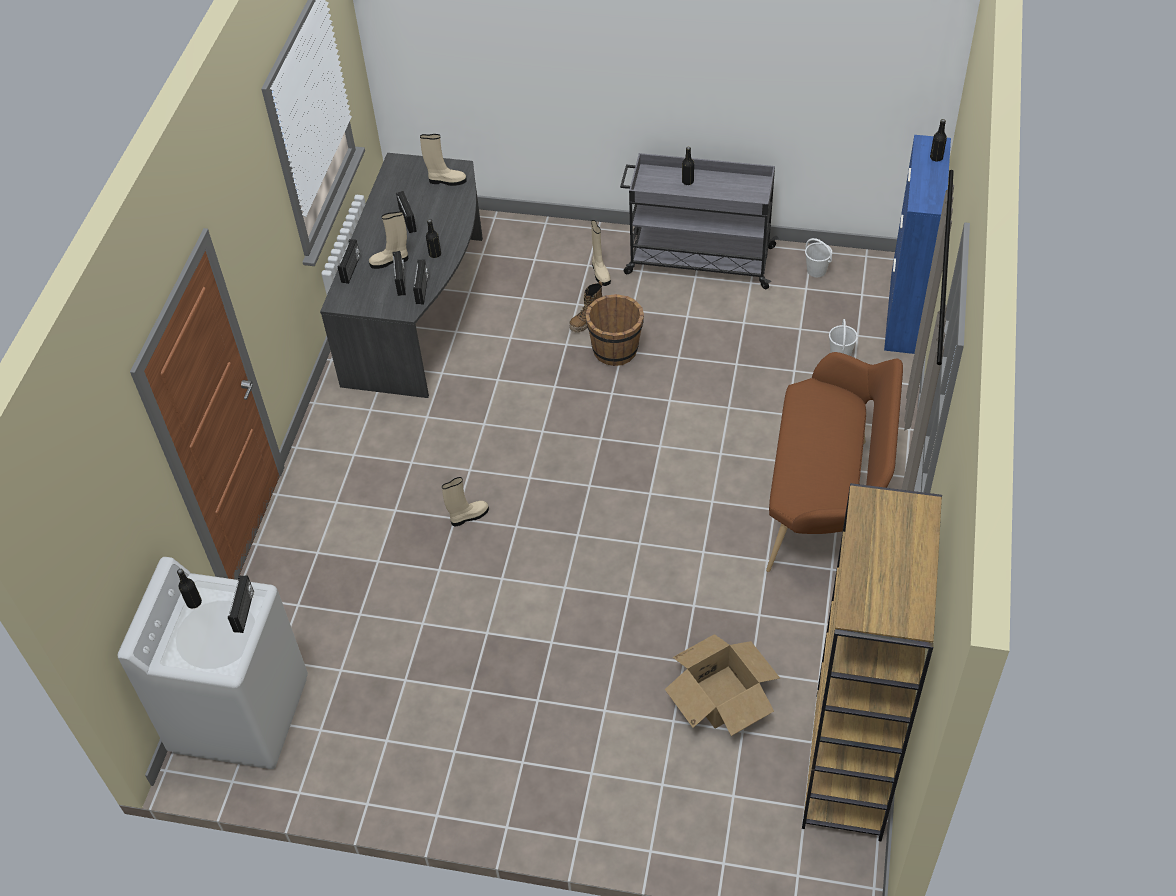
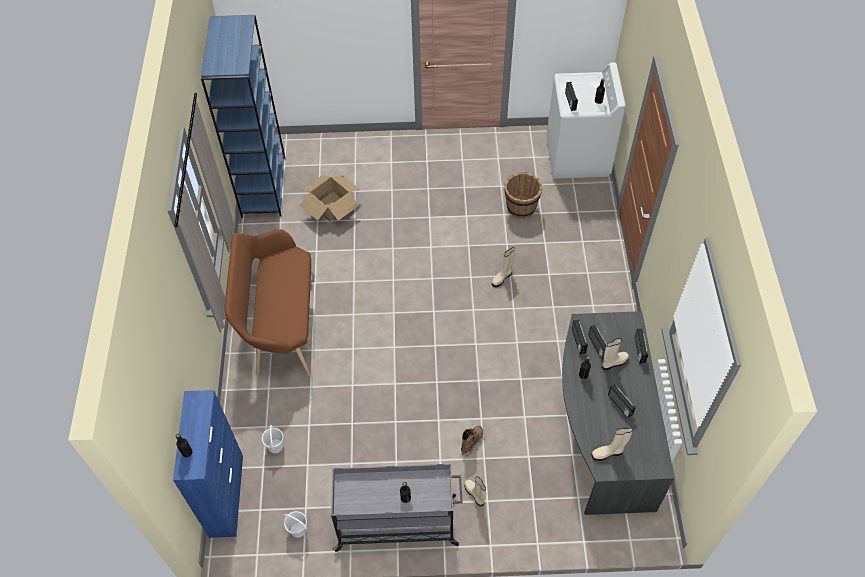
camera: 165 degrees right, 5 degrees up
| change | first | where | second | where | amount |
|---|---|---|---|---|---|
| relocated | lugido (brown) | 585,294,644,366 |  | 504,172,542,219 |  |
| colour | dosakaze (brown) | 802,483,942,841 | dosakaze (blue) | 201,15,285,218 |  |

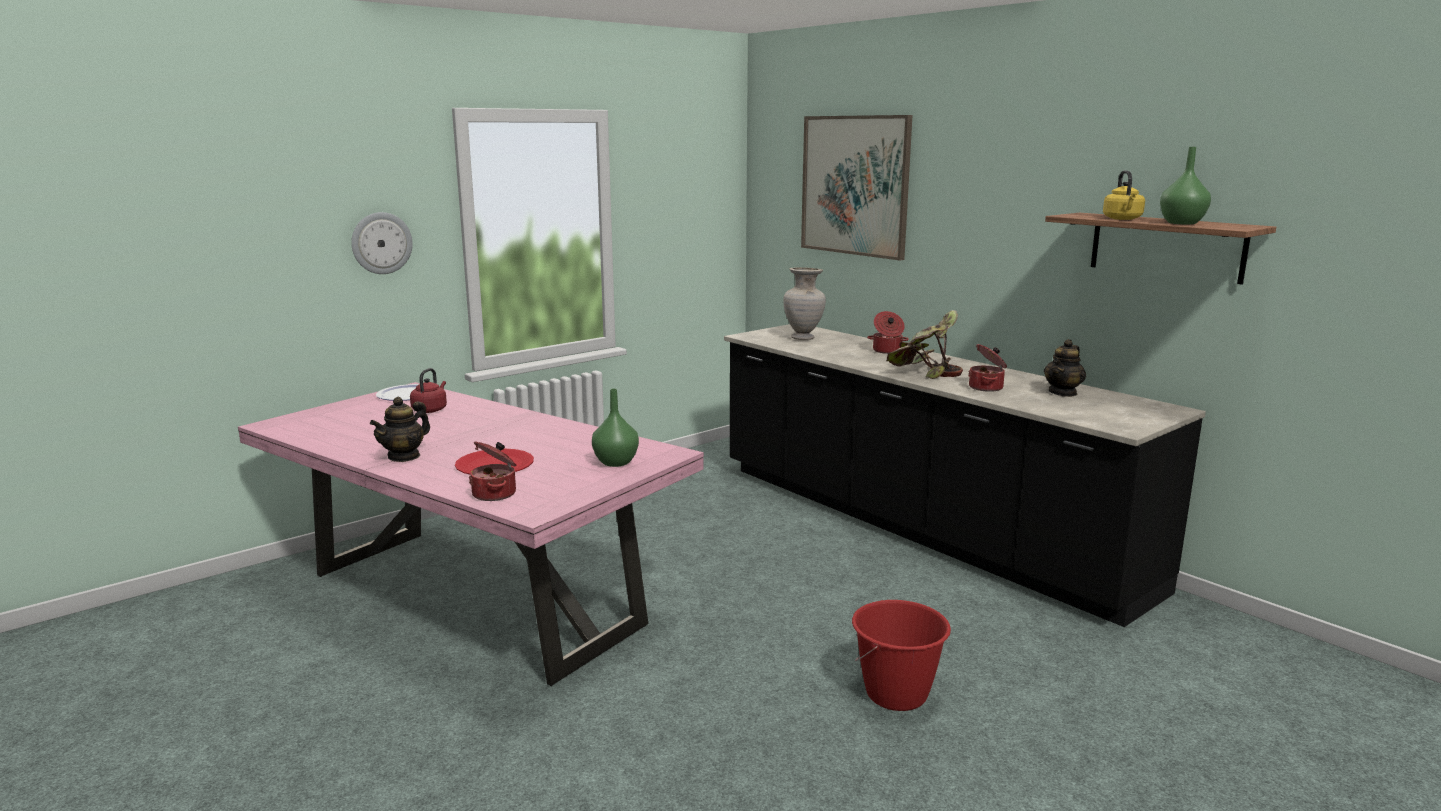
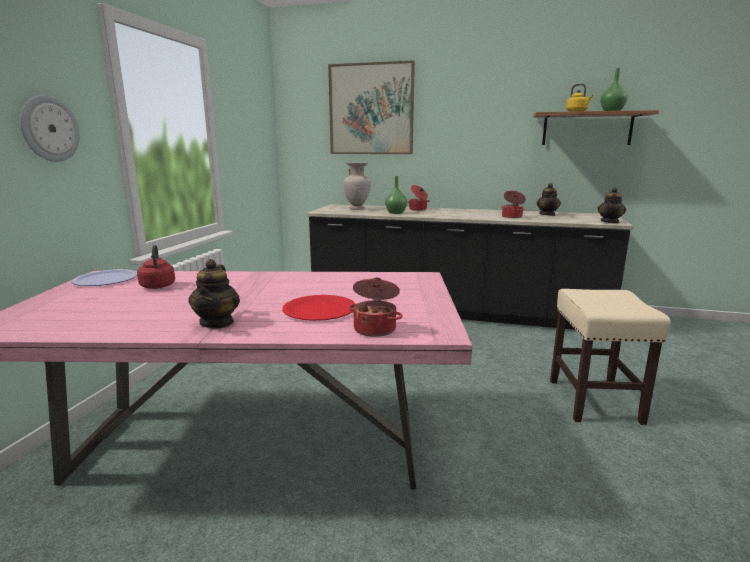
camera: 35 degrees left, 0 degrees up
| change | first | where | second | where | amount |
|---|---|---|---|---|---|
| relocated | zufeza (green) | 592,389,639,467 |  | 385,176,407,214 |  |
| exchanged | lugido (red) | 852,600,951,711 | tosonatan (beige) | 550,289,671,425 |  |
| missing | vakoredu | 886,310,963,379 |  |  |  |
| appeared |  |  | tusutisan | 597,187,626,224 |  |

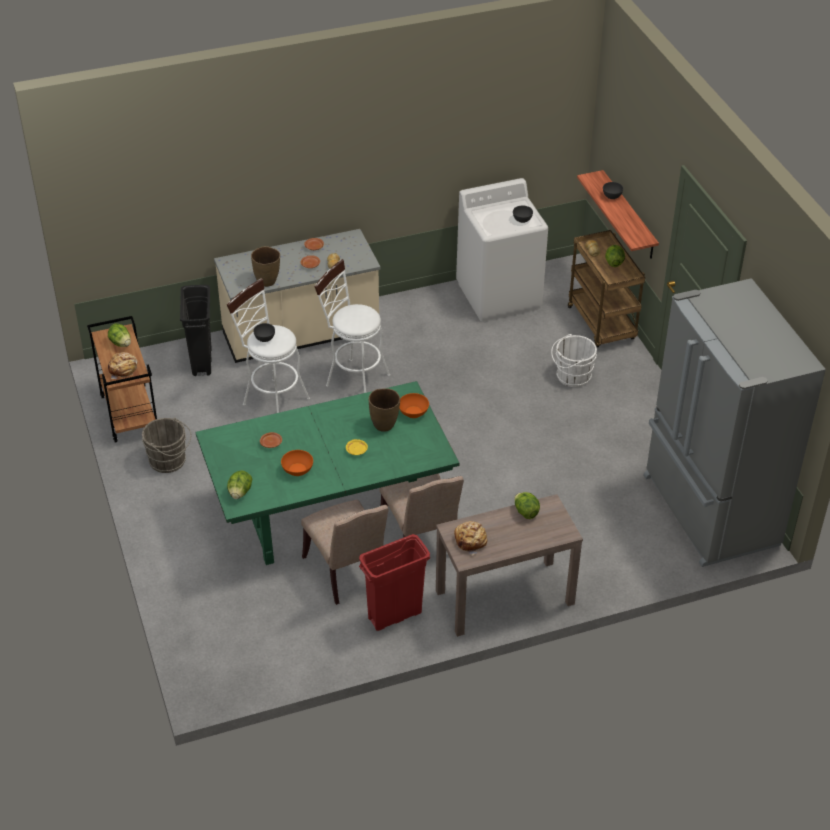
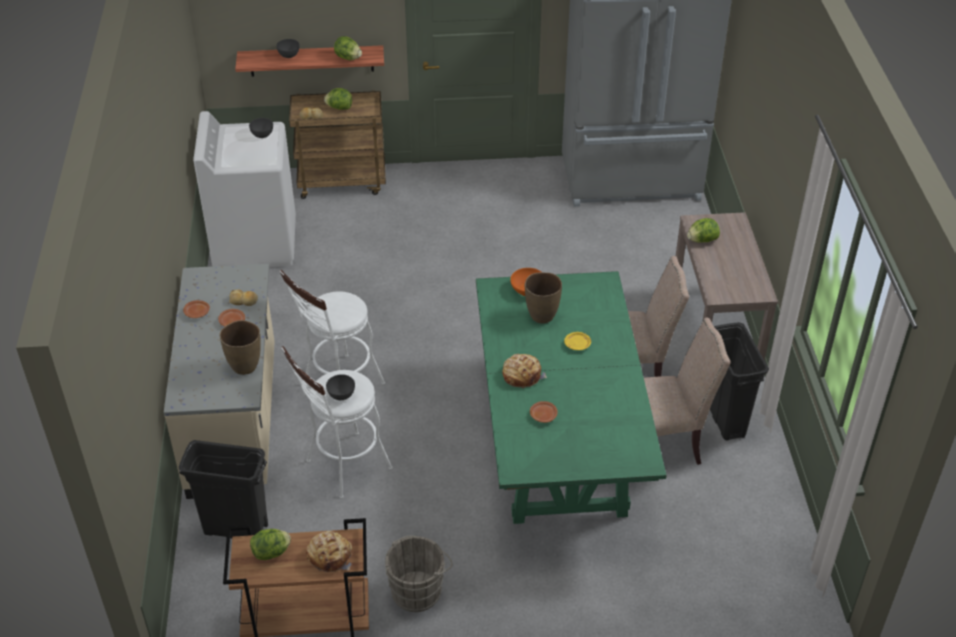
camera: 75 degrees left, 0 degrees up
| change | first | where | second | where | amount |
|---|---|---|---|---|---|
| relocated | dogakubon | 227,471,253,499 |  | 334,36,362,60 |  |
| missing | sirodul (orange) | 281,450,313,476 |  |  |  |
| colour | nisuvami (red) | 359,534,430,631 | nisuvami (black) | 710,322,769,441 |  |
| relocated | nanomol | 454,521,487,556 |  | 502,354,547,388 |  |
| missing | lugido (white) | 551,334,597,387 |  |  |  |

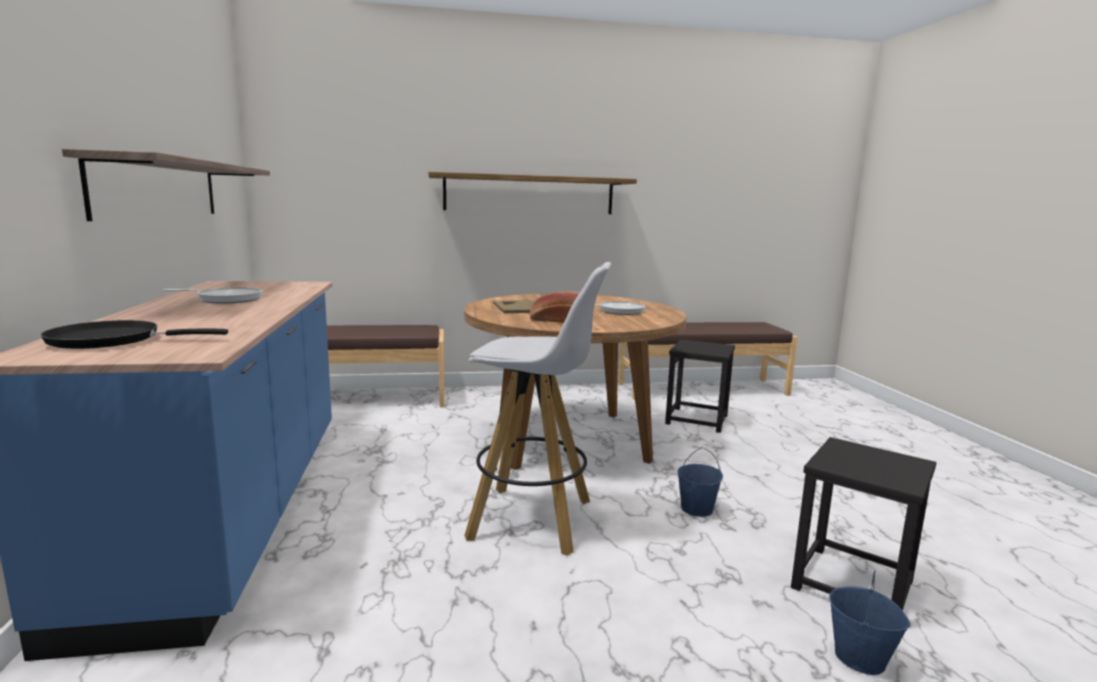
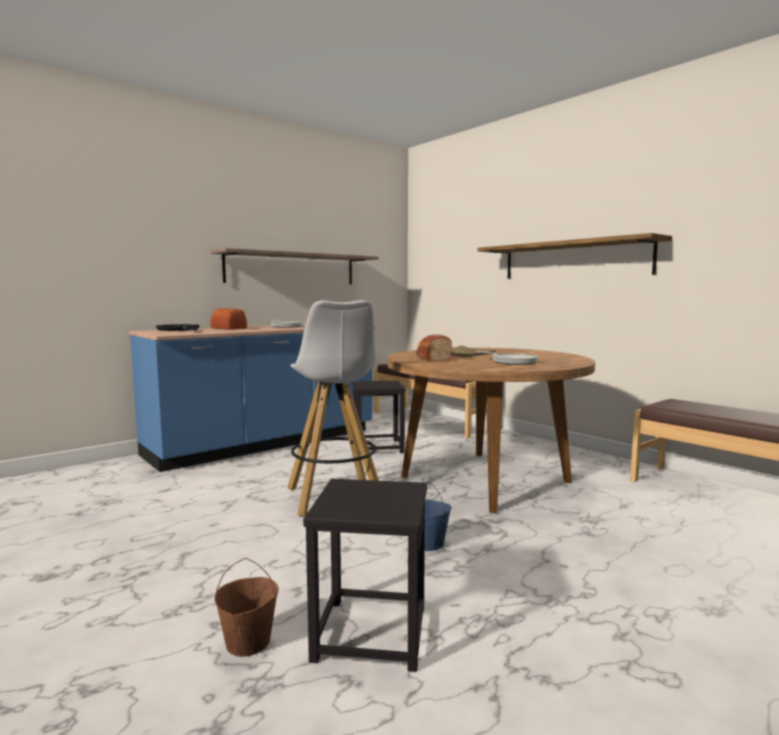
camera: 60 degrees right, 5 degrees down
| change | first | where | second | where | amount |
|---|---|---|---|---|---|
| relocated | tosonatan (black) | 665,339,735,433 |  | 352,381,406,453 |  |
| colour | lugido (blue) | 829,570,911,675 | lugido (brown) | 214,558,279,657 |  |
| appeared |  |  | nanomol | 211,308,247,330 |  |

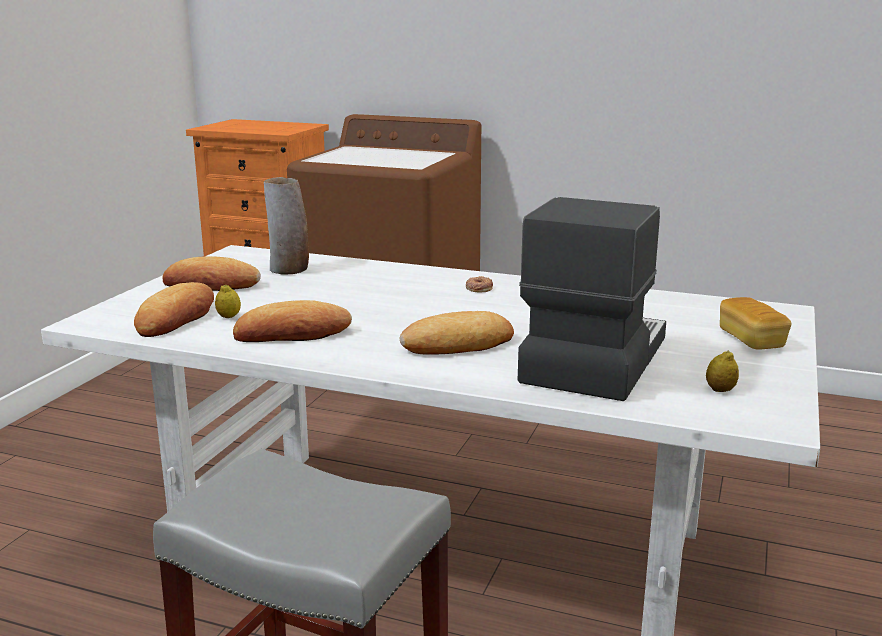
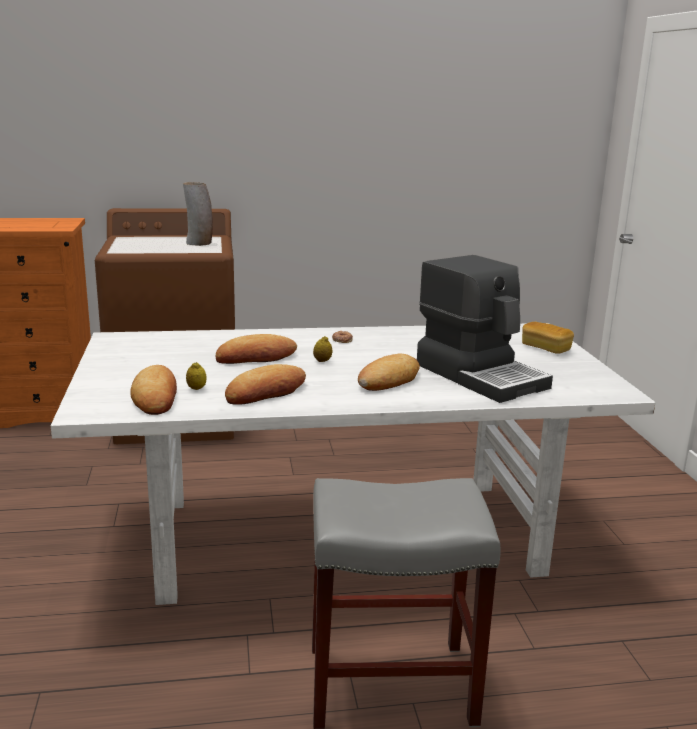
camera: 30 degrees left, 0 degrees up
| change | first | where | second | where | amount |
|---|---|---|---|---|---|
| relocated | nanomol | 162,256,261,291 |  | 216,334,297,364 |  |
| relocated | zufeza | 264,177,309,275 |  | 183,182,213,246 |  |
| spun | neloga | 518,197,666,401 |  | 417,255,553,403 | 150 degrees clockwise |
| relocated | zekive | 706,350,739,392 |  | 313,336,332,362 |  |

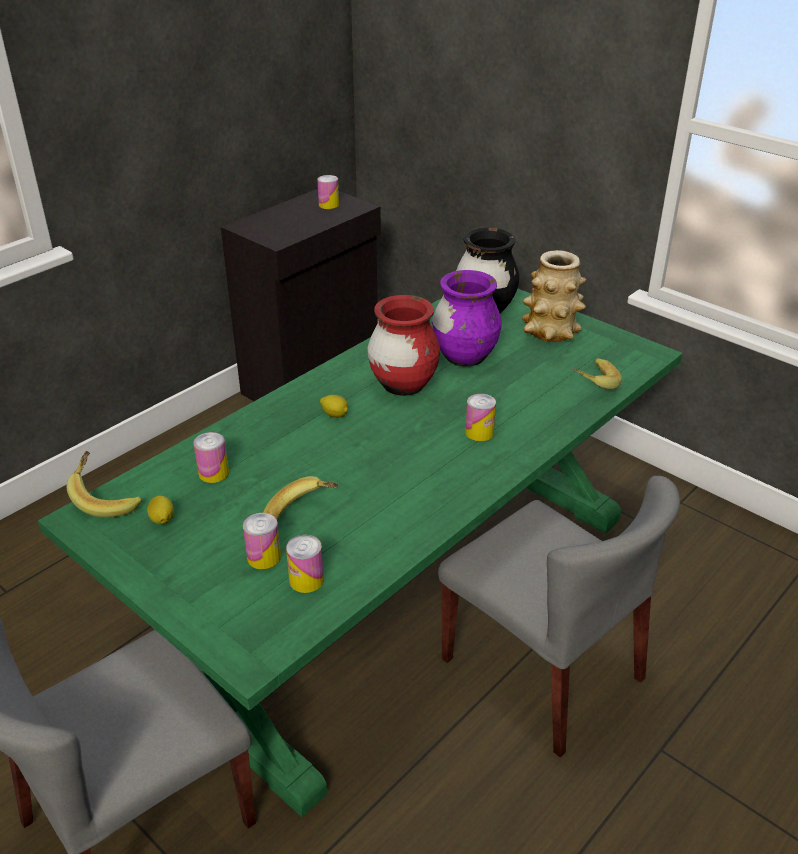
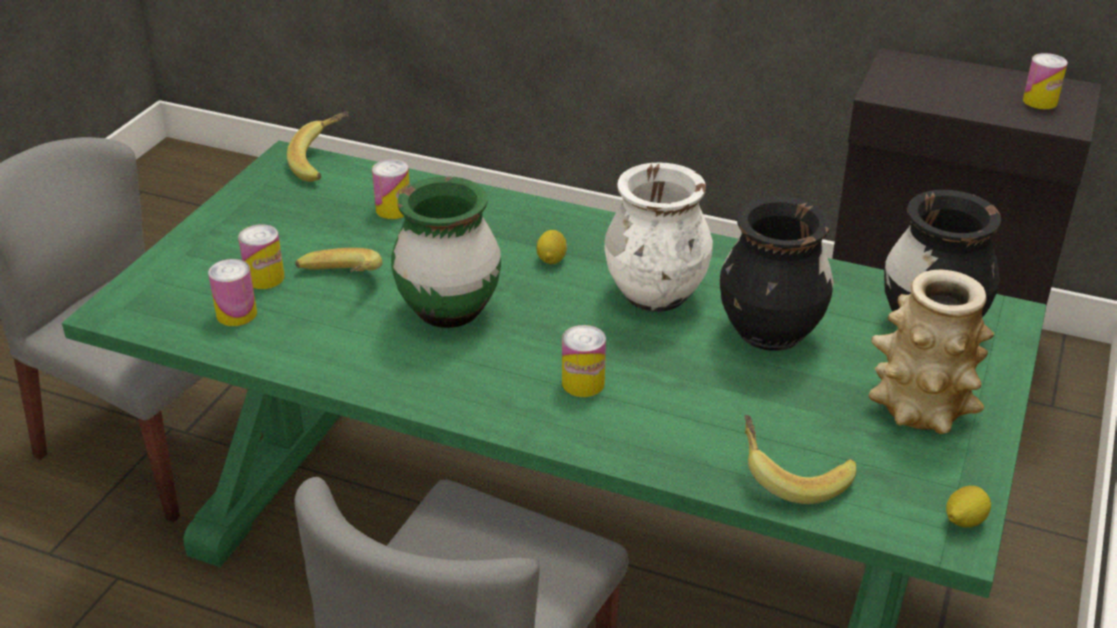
camera: 70 degrees right, 0 degrees up
| change | first | where | second | where | amount |
|---|---|---|---|---|---|
| relocated | zekive | 147,496,174,524 |  | 946,486,991,528 |  |
| colour | zufeza (red) | 368,295,440,396 | zufeza (white) | 605,163,713,312 |  |
| colour | zufeza (purple) | 432,270,502,367 | zufeza (black) | 720,196,834,351 |  |
| appeared |  |  | zufeza (green) | 391,176,501,328 |  |

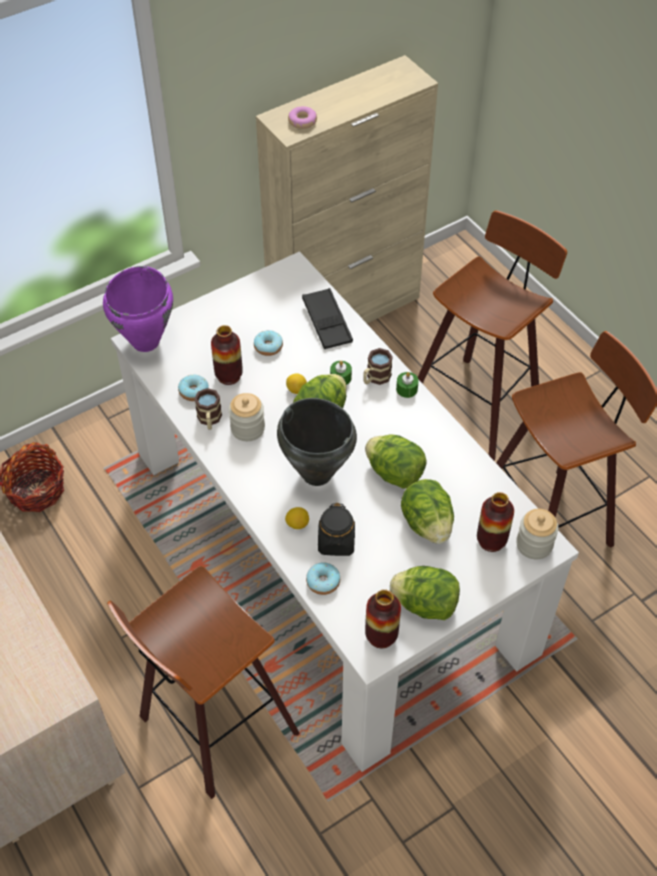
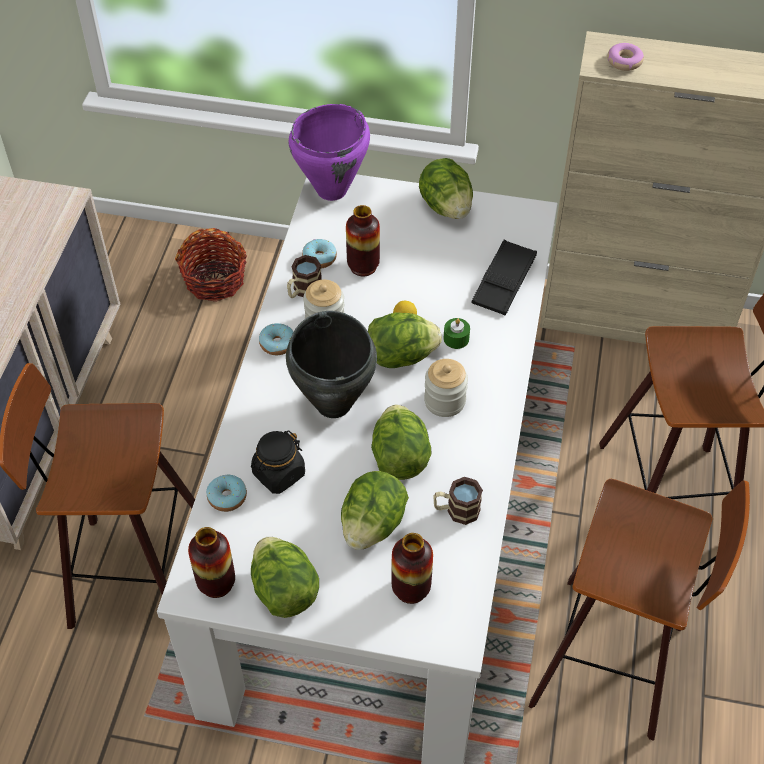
camera: 45 degrees right, 0 degrees up
| change | first | where | second | where | amount |
|---|---|---|---|---|---|
| relocated | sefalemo | 254,330,283,356 |  | 259,323,293,355 |  |
| missing | zekive | 285,507,309,529 |  |  |  |
| relocated | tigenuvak | 363,348,393,385 |  | 433,477,483,525 |  |
| missing | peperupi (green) | 396,372,419,398 |  |  |  |
| relocated | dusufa | 516,509,558,559 |  | 424,359,468,417 |  |
| appeared |  |  | dogakubon | 419,158,473,219 |  |

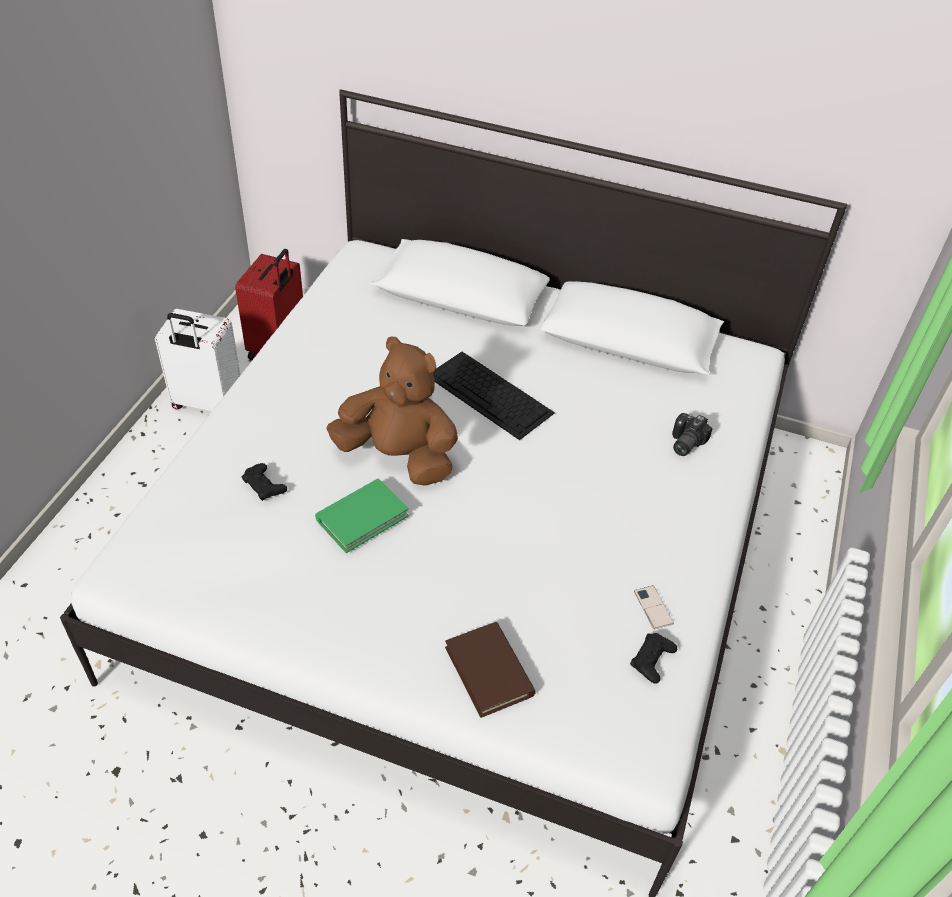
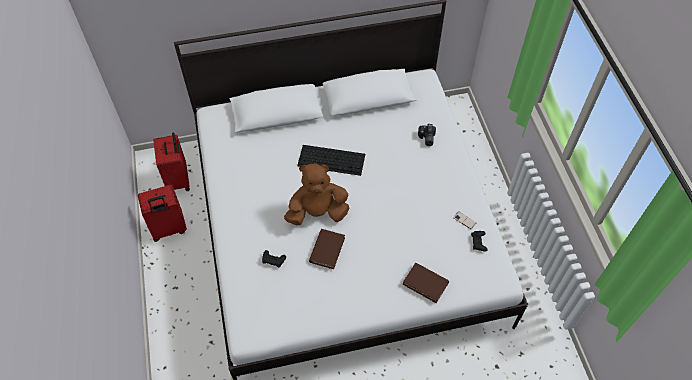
camera: 30 degrees left, 10 degrees up
| change | first | where | second | where | amount |
|---|---|---|---|---|---|
| colour | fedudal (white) | 155,309,241,411 | fedudal (red) | 138,185,187,242 |  |
| colour | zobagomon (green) | 315,478,409,553 | zobagomon (brown) | 309,229,345,269 |  |

